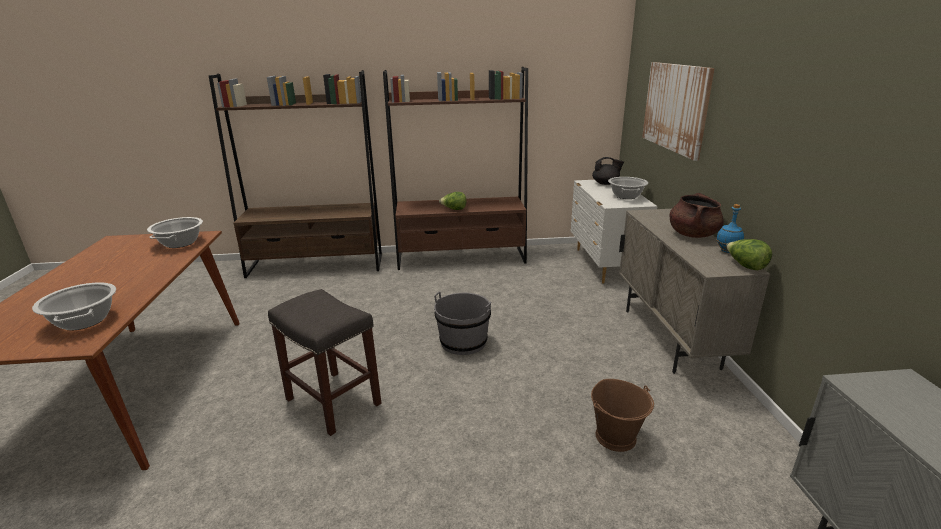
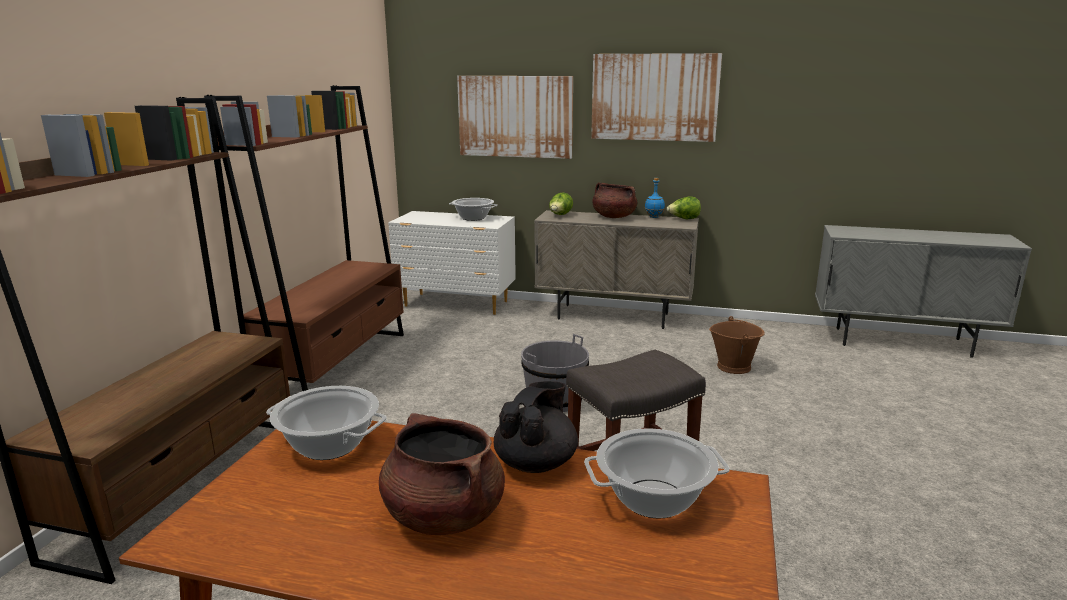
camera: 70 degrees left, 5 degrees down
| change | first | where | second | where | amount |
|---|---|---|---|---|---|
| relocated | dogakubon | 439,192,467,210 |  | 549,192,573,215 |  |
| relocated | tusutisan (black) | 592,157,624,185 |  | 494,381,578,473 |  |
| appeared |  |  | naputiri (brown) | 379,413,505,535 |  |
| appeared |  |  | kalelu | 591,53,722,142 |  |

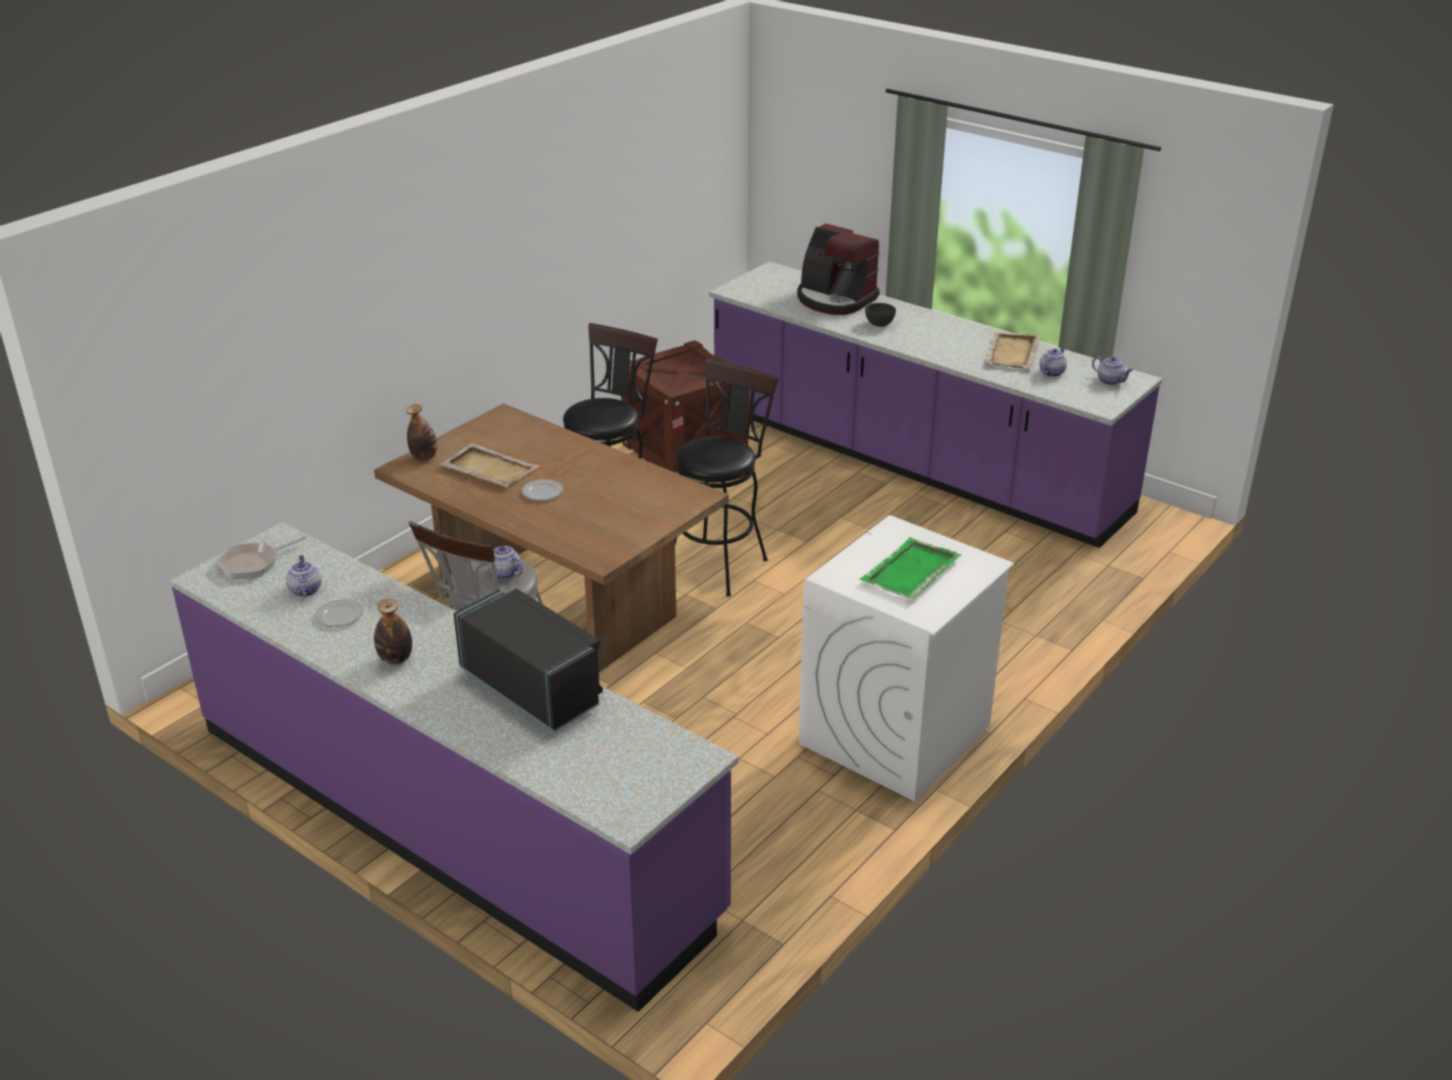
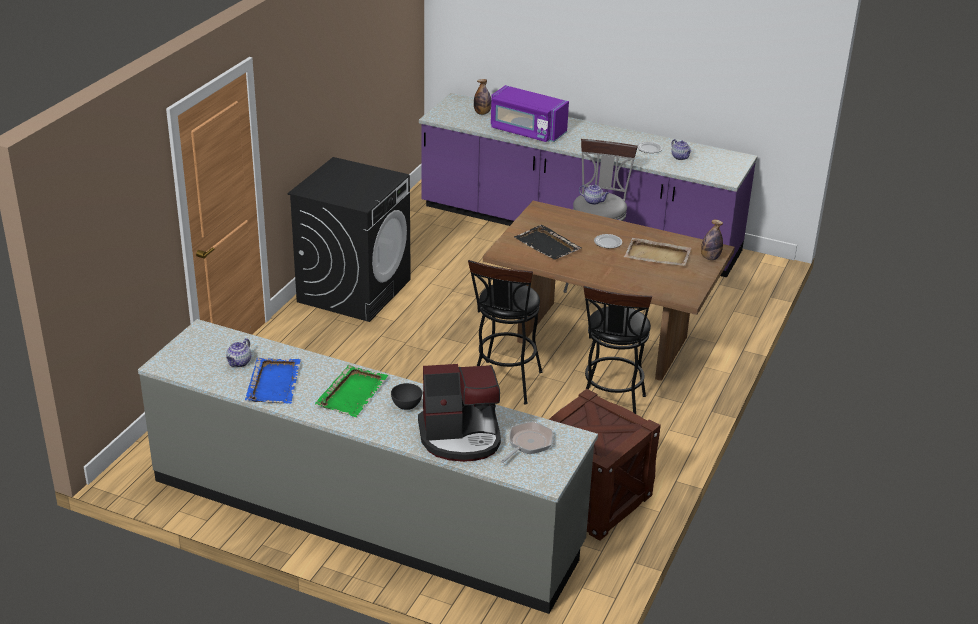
camera: 165 degrees right, 0 degrees up
| change | first | where | second | where | amount |
|---|---|---|---|---|---|
| relocated | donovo | 217,536,306,579 |  | 501,421,553,463 |  |
| relocated | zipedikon | 374,599,412,665 |  | 474,79,491,115 |  |
| colour | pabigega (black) | 453,588,603,732 | pabigega (purple) | 491,85,569,142 |  |
| colour | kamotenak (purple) | 709,261,1162,548 | kamotenak (grey) | 138,319,598,614 |  |
| spun | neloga | 797,223,880,315 |  | 418,364,501,462 | 150 degrees clockwise |
| colour | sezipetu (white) | 799,515,1014,801 | sezipetu (black) | 287,157,411,322 |  |
| relocated | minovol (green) | 860,537,962,600 |  | 315,365,388,417 |  |
| colour | minovol (beige) | 985,332,1040,368 | minovol (blue) | 245,357,301,404 |  |
| missing | tusutisan | 1092,356,1133,385 |  |  |  |
| appeared |  |  | minovol (black) | 514,225,581,260 |  |

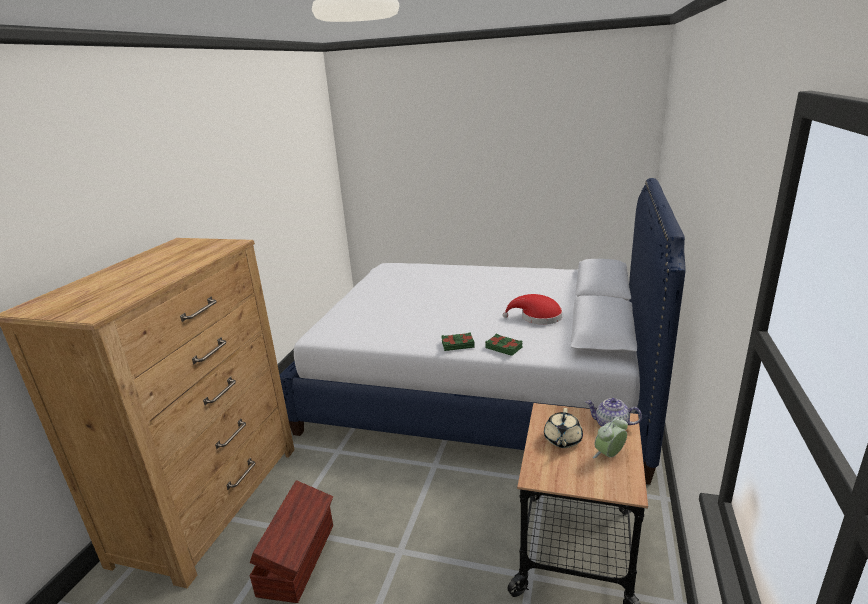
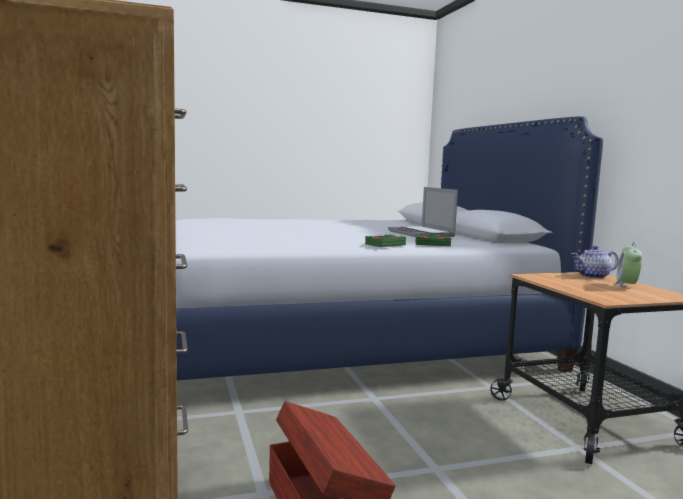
camera: 35 degrees left, 15 degrees down
| change | first | where | second | where | amount |
|---|---|---|---|---|---|
| exchanged | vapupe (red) | 503,294,562,325 | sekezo | 388,187,458,237 |  |
| missing | tusutisan (beige) | 544,408,583,448 |  |  |  |

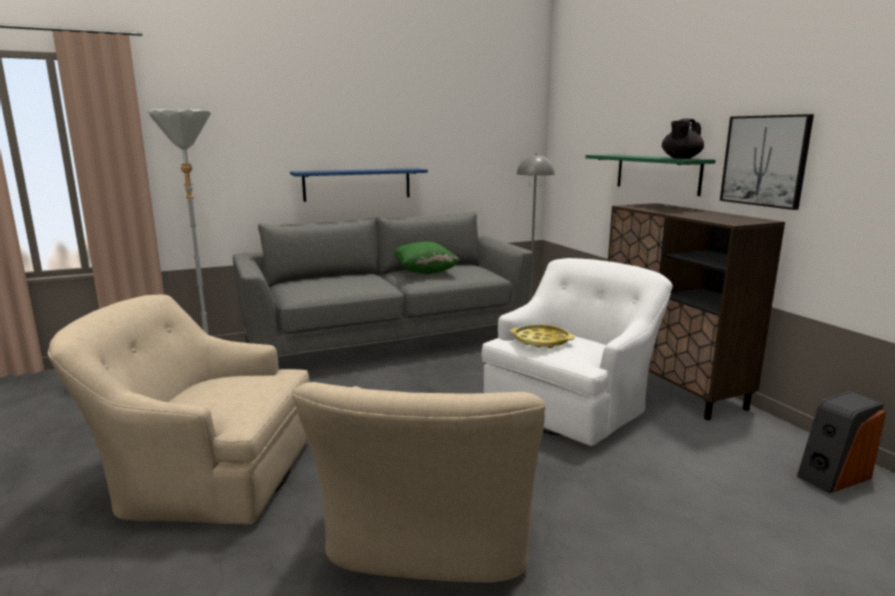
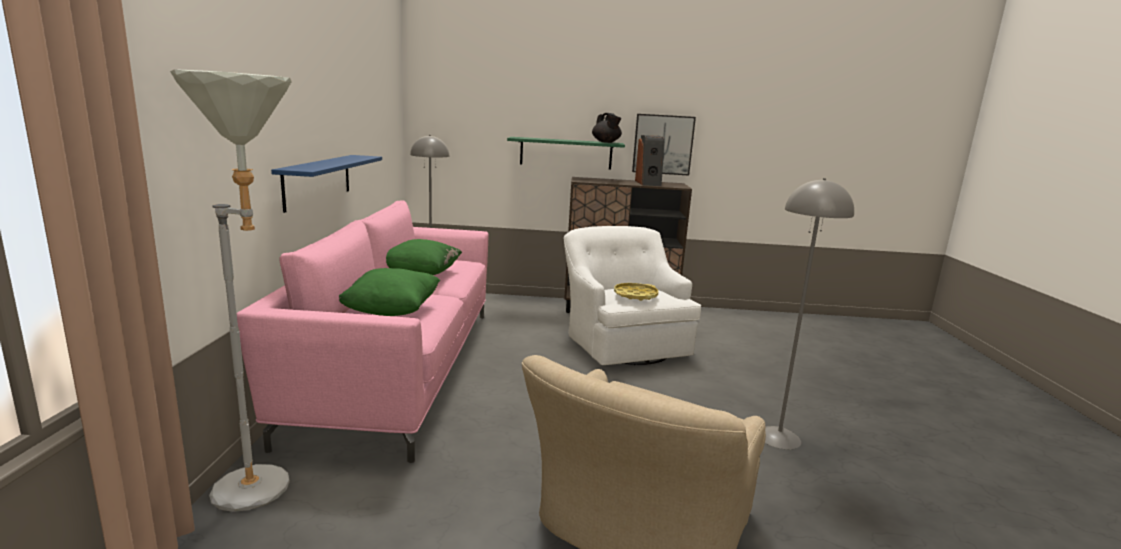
camera: 65 degrees left, 0 degrees up
| change | first | where | second | where | amount |
|---|---|---|---|---|---|
| colour | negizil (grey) | 233,212,533,357 | negizil (pink) | 237,200,488,463 |  |
| exchanged | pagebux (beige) | 292,382,545,583 | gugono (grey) | 765,178,854,449 |  |
| relocated | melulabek | 797,391,886,493 |  | 635,135,664,186 |  |
| appeared |  |  | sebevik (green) | 339,268,440,316 |  |

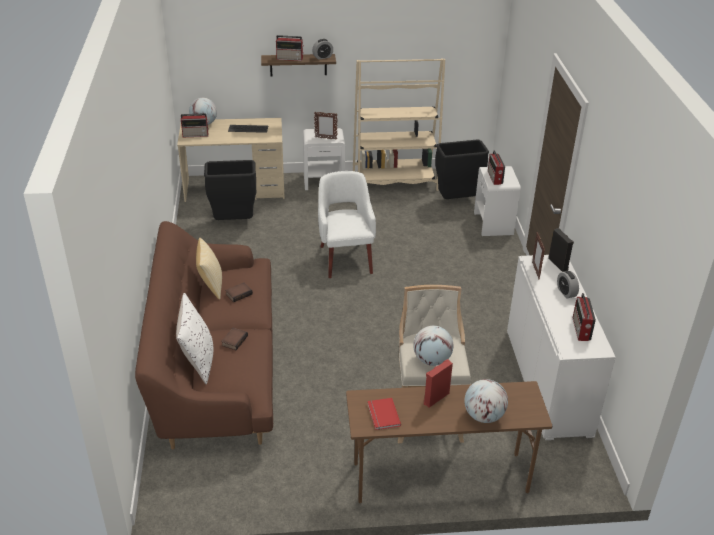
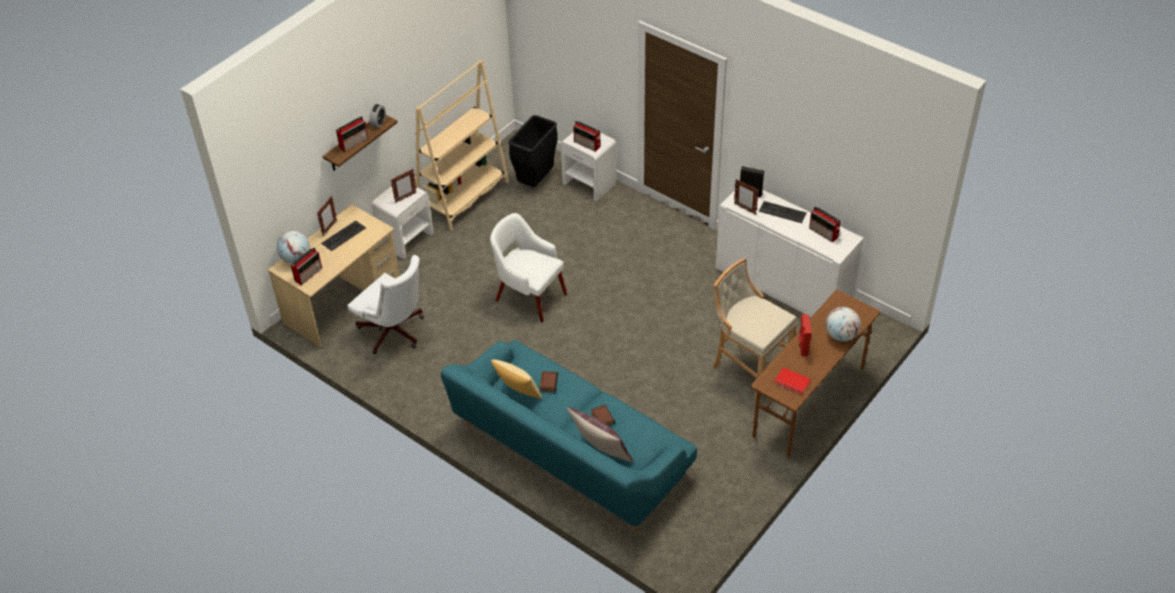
camera: 45 degrees left, 10 degrees up
| change | first | where | second | where | amount |
|---|---|---|---|---|---|
| colour | negizil (brown) | 135,221,273,449 | negizil (turquoise) | 441,340,697,531 |  |
| colour | sebevik (white) | 176,293,213,384 | sebevik (brown) | 567,407,633,462 |  |
| exchanged | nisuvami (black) | 204,160,256,220 | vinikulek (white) | 347,255,424,354 |  |
| missing | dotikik | 413,326,453,366 |  |  |  |
| exchanged | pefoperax | 557,271,579,299 | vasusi | 759,201,807,223 |  |
| appeared |  |  | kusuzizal | 317,196,337,236 |  |

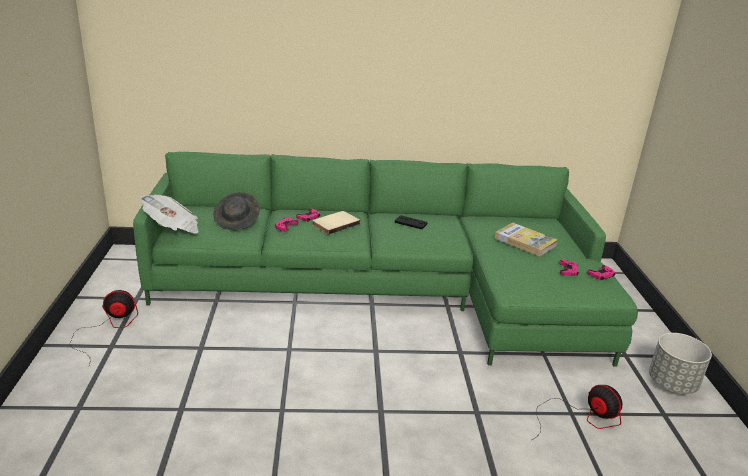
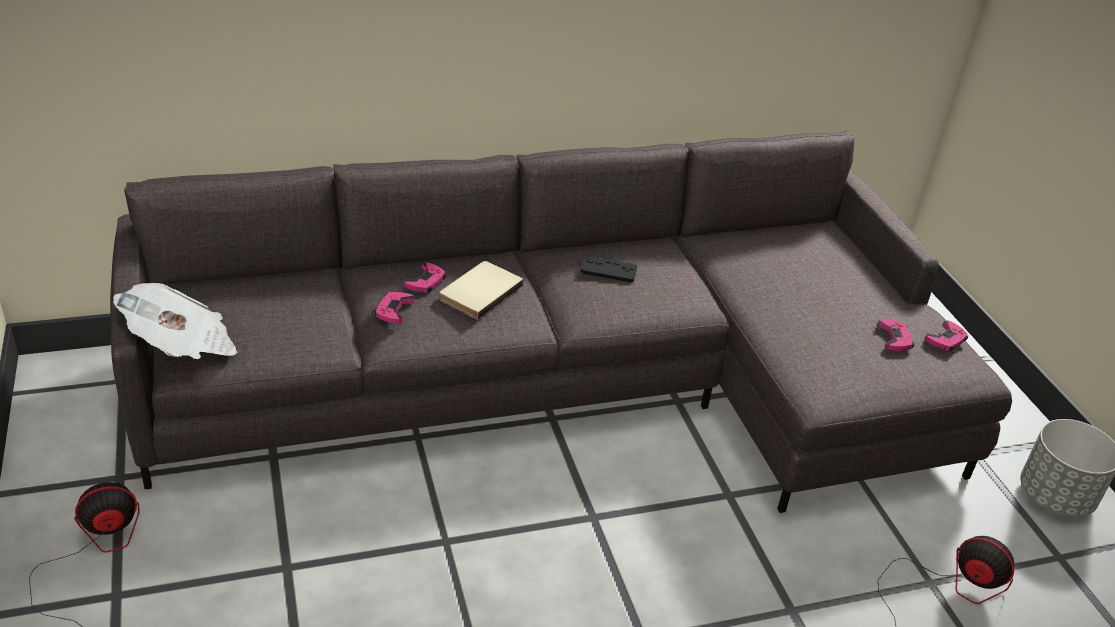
camera: 15 degrees left, 10 degrees up
| change | first | where | second | where | amount |
|---|---|---|---|---|---|
| colour | negizil (green) | 133,152,638,367 | negizil (grey) | 110,131,1012,513 |  |
| missing | vapupe (grey) | 213,192,260,230 |  |  |  |
| missing | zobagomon | 495,223,558,257 |  |  |  |

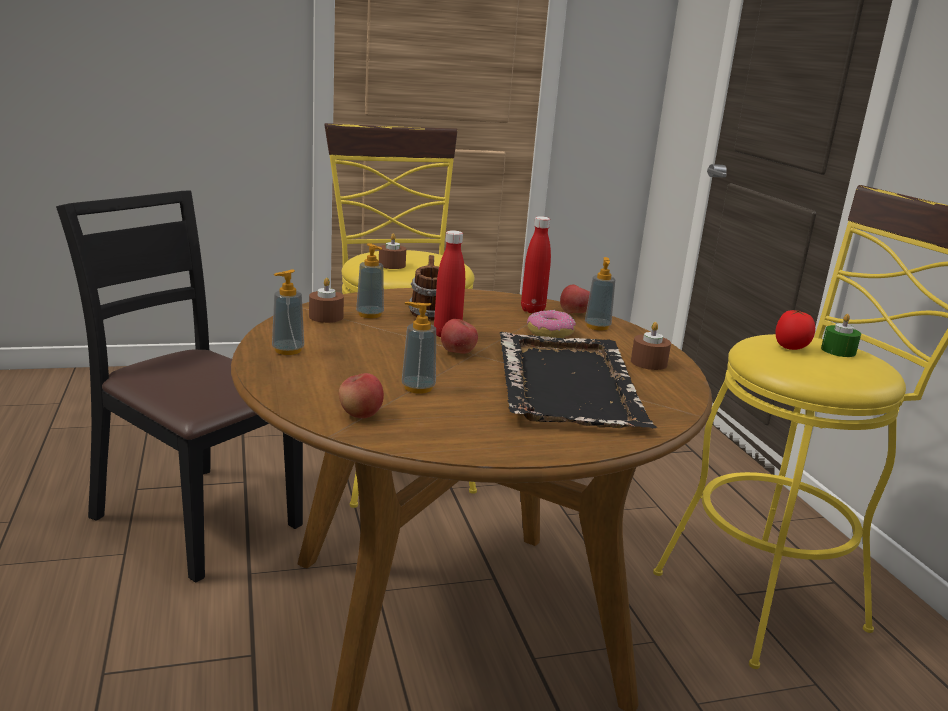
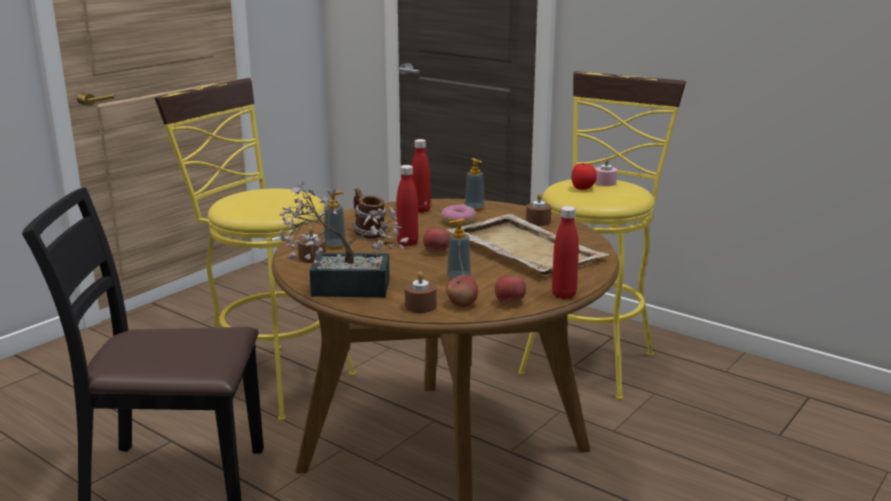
camera: 35 degrees left, 0 degrees up
| change | first | where | second | where | amount |
|---|---|---|---|---|---|
| exchanged | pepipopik | 272,269,304,355 | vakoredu | 279,181,409,297 |  |
| relocated | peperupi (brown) | 379,233,406,269 |  | 405,271,436,313 |  |
| colour | minovol (black) | 500,332,657,428 | minovol (beige) | 446,214,609,274 |  |
| relocated | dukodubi | 560,284,590,313 |  | 495,275,526,304 |  |
| colour | peperupi (green) | 821,314,861,357 | peperupi (pink) | 595,158,617,186 |  |
| appeared |  |  | zipedikon (red) | 552,206,579,299 |  |

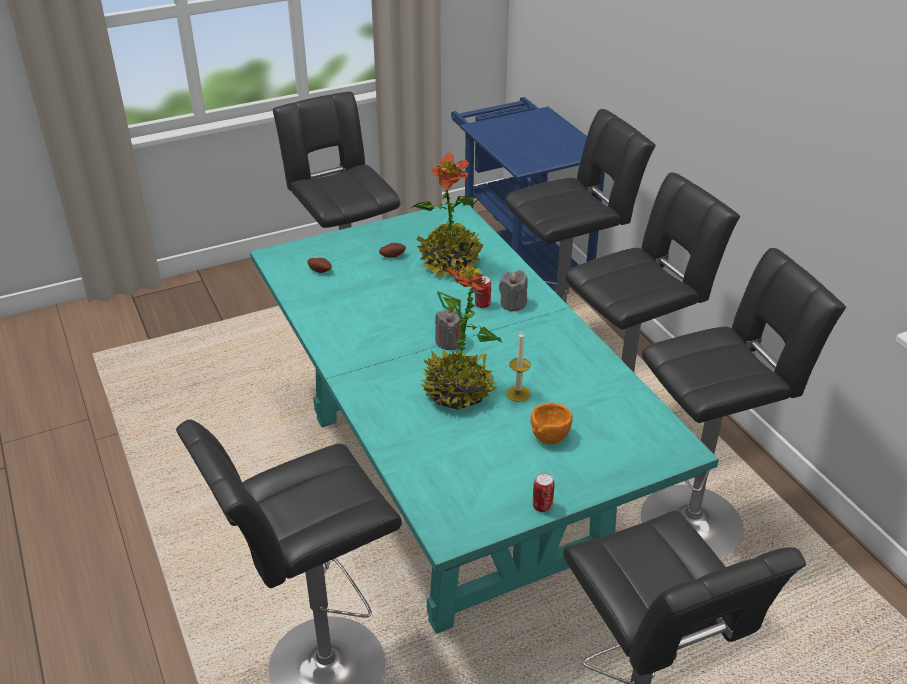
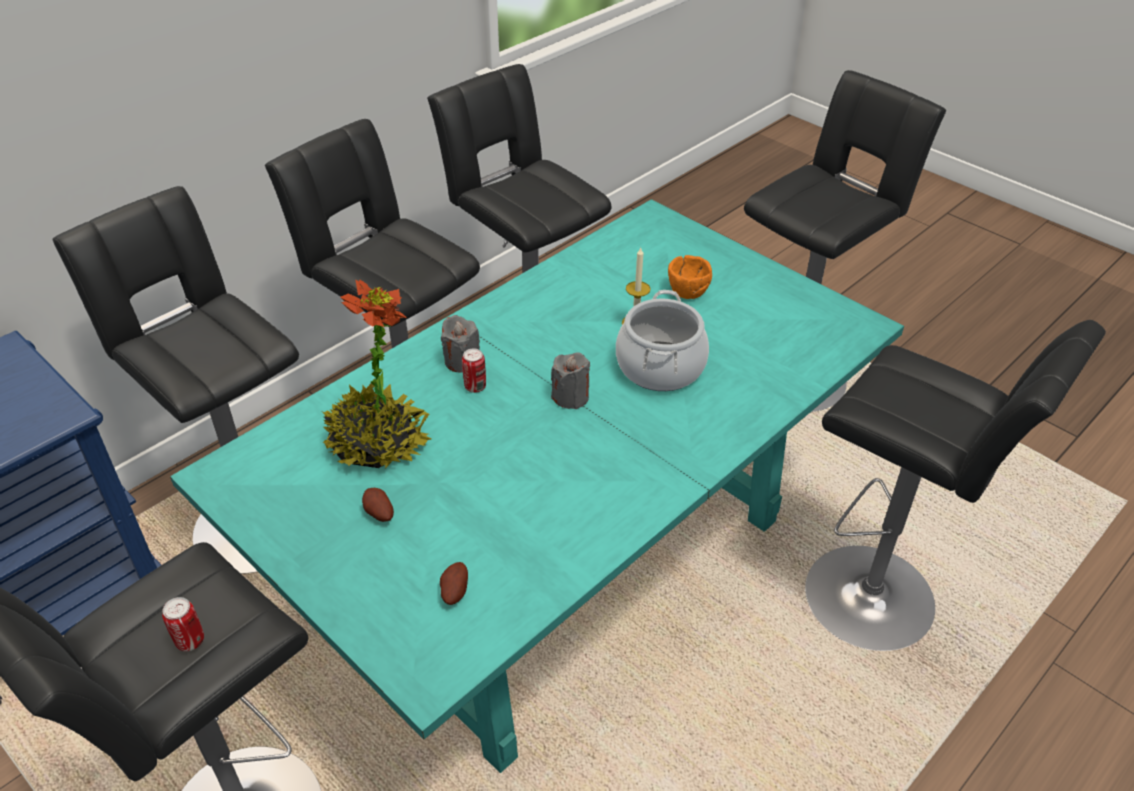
camera: 110 degrees left, 5 degrees up
| change | first | where | second | where | amount |
|---|---|---|---|---|---|
| exchanged | vakoredu | 421,265,502,410 | naputiri | 616,290,709,391 |  |
| relocated | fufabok | 533,473,555,512 |  | 162,597,204,651 |  |

